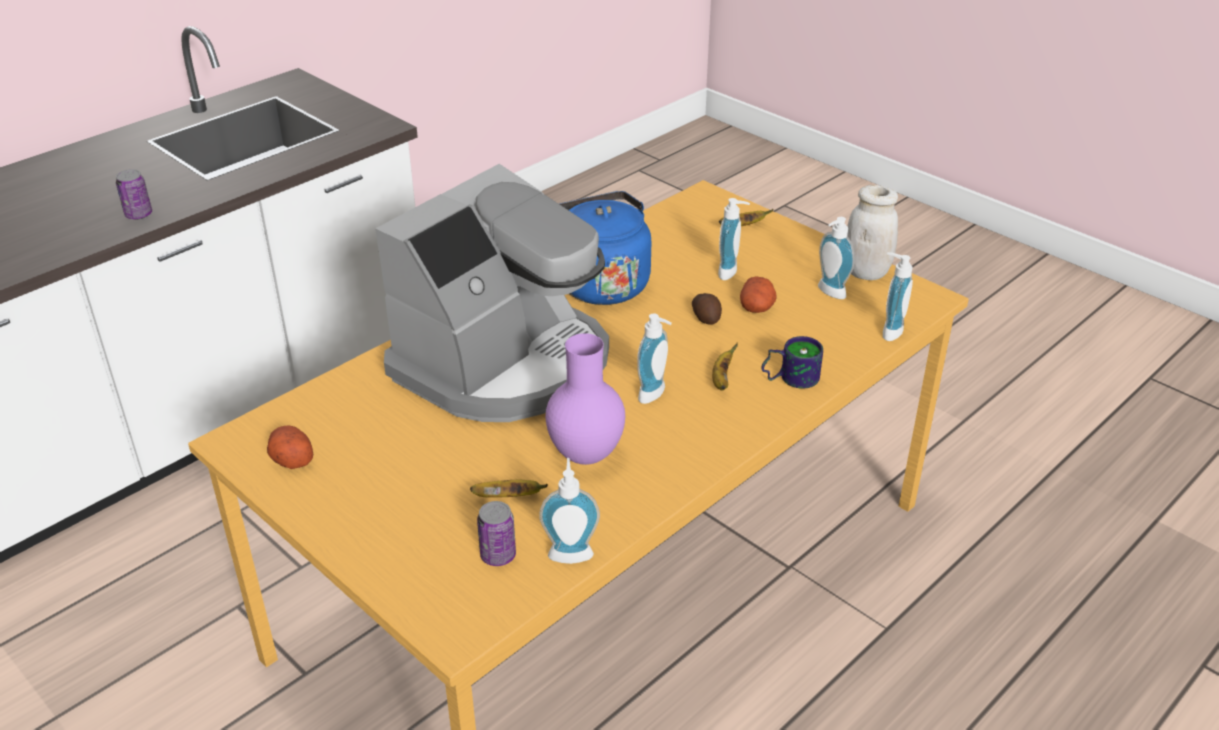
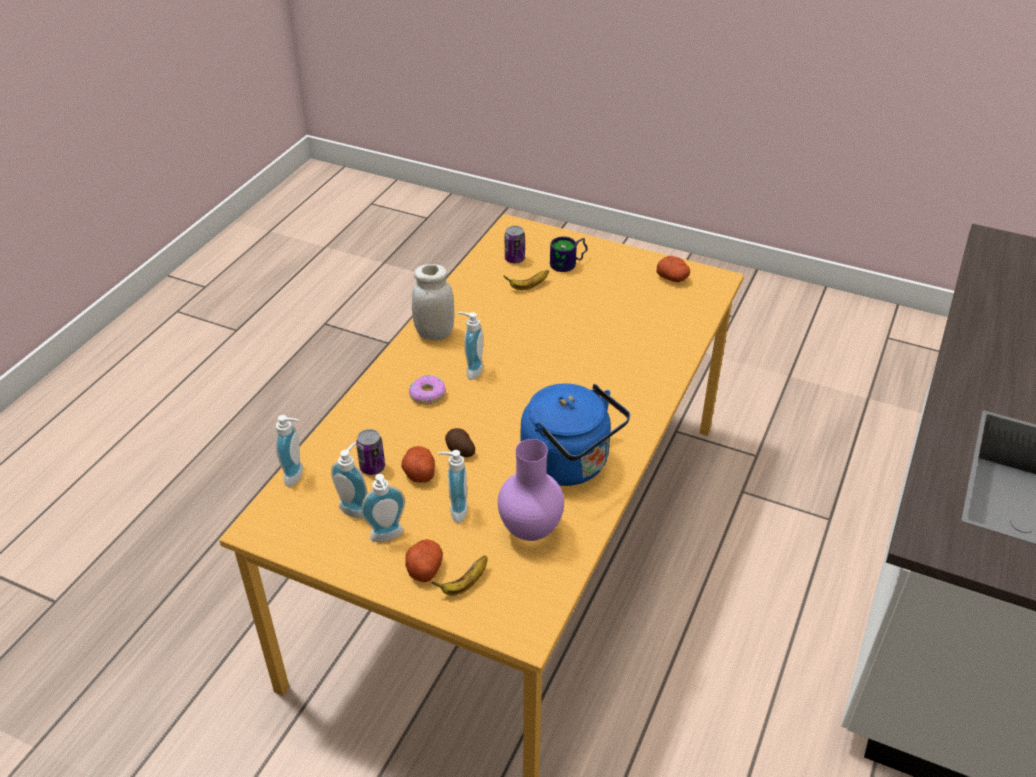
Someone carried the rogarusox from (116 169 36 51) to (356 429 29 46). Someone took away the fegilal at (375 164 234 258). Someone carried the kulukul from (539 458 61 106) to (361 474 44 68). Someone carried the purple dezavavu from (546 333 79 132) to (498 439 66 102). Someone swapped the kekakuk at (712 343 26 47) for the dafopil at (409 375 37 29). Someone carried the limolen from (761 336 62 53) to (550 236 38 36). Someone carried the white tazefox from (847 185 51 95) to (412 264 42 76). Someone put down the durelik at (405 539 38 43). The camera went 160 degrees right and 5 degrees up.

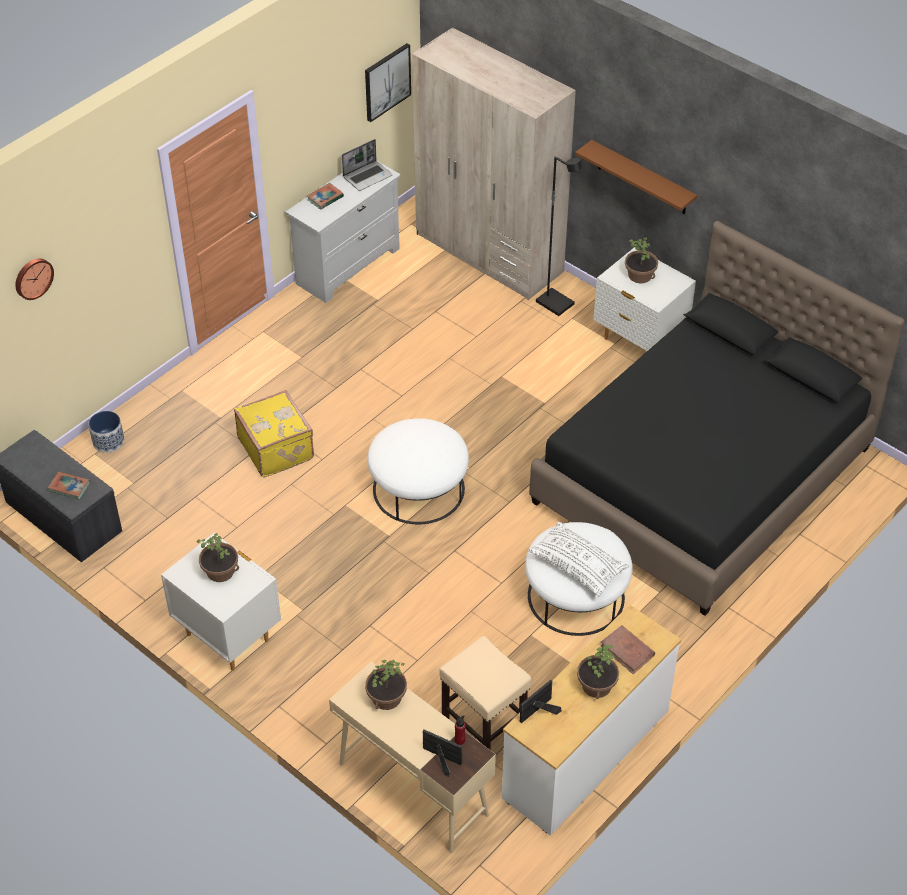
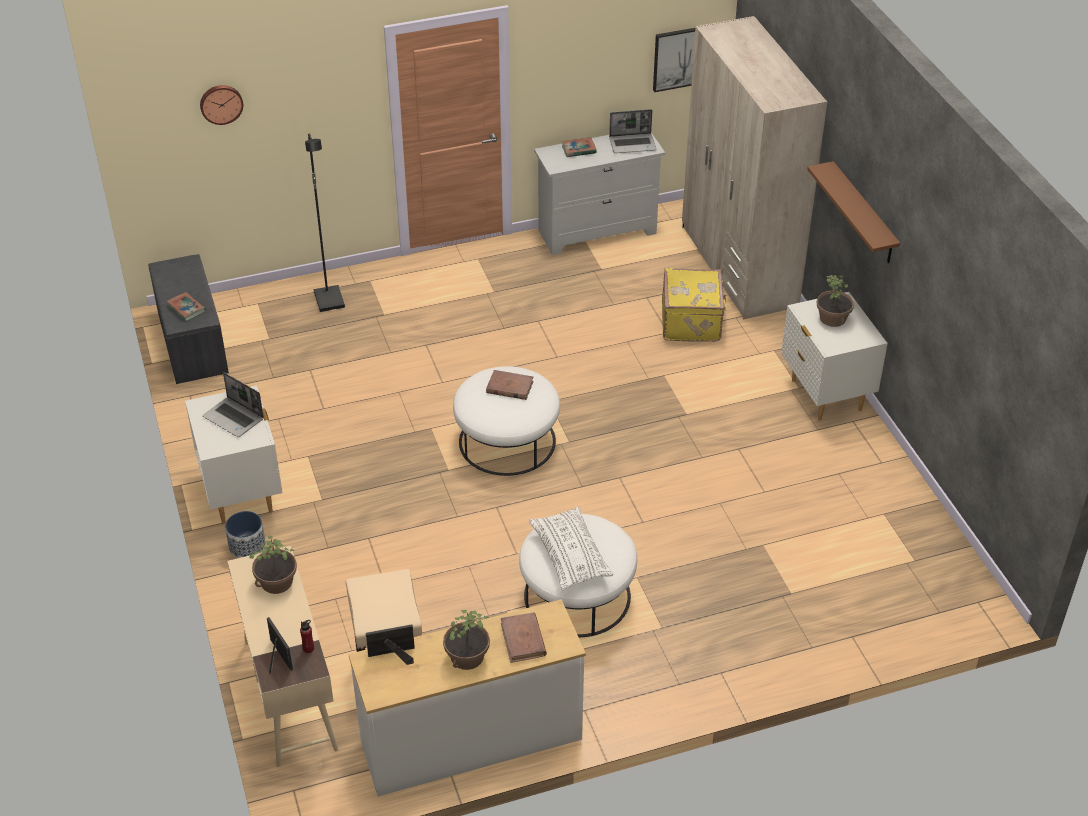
Someone carried the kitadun from (88 411 36 42) to (225 511 41 47). Someone swapped the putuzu at (197 533 42 49) for the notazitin at (203 372 61 65). Someone carried the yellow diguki from (234 390 80 88) to (662 268 64 74). Someone took away the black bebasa at (529 221 376 395). Someone carried the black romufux from (536 156 46 160) to (305 134 40 178). Someone put down the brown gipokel at (486 370 48 30). The camera went 30 degrees right and 5 degrees down.

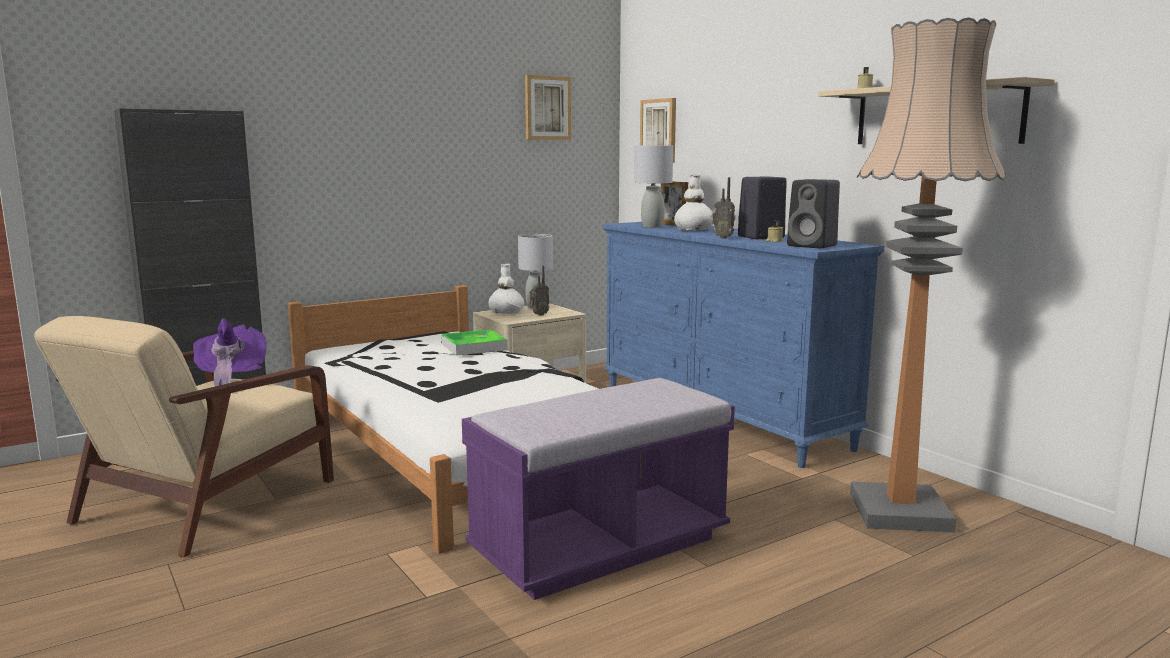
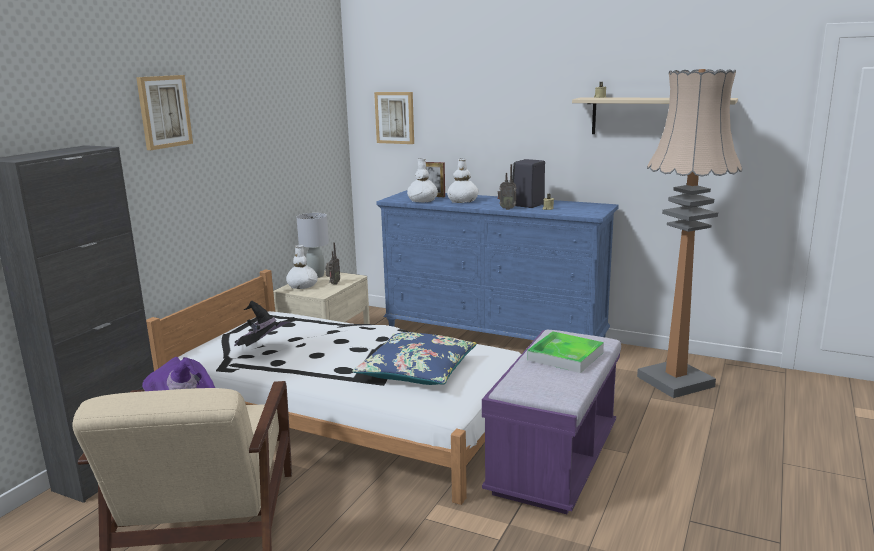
Someone carried the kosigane from (441 329 67 27) to (527 331 77 42). Someone carried the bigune from (525 75 46 65) to (136 75 57 75). Someone swapped the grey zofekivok at (634 146 39 82) for the white dezavavu at (407 158 31 45). Someone took away the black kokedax at (787 179 53 69). Someone put down the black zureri at (234 301 62 46). Someone put down the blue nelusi at (352 332 125 53). The camera went 30 degrees left and 5 degrees up.

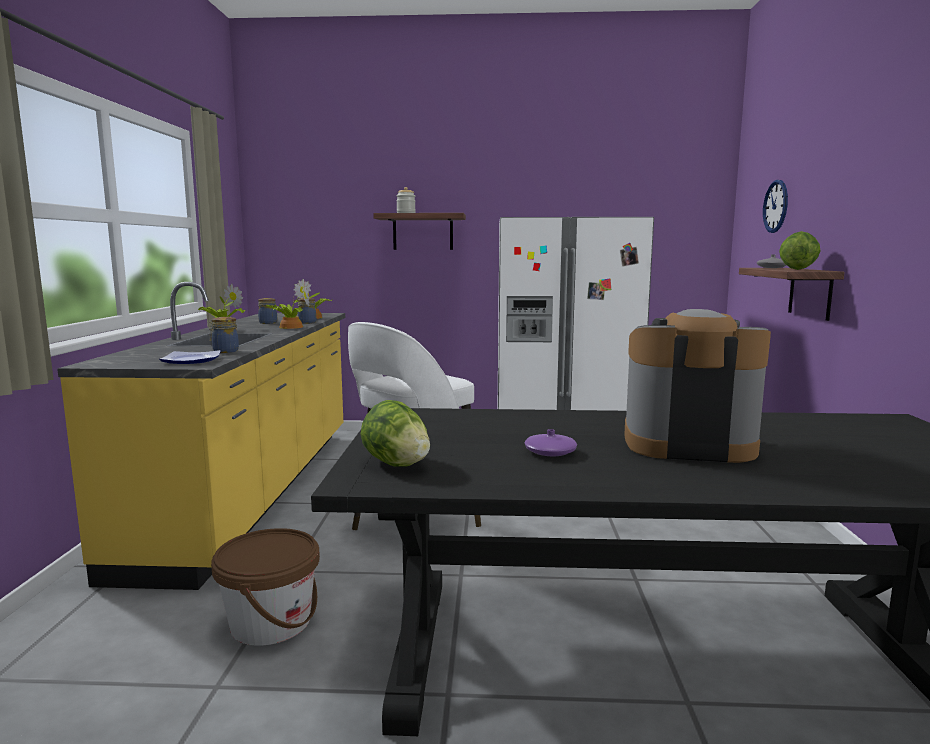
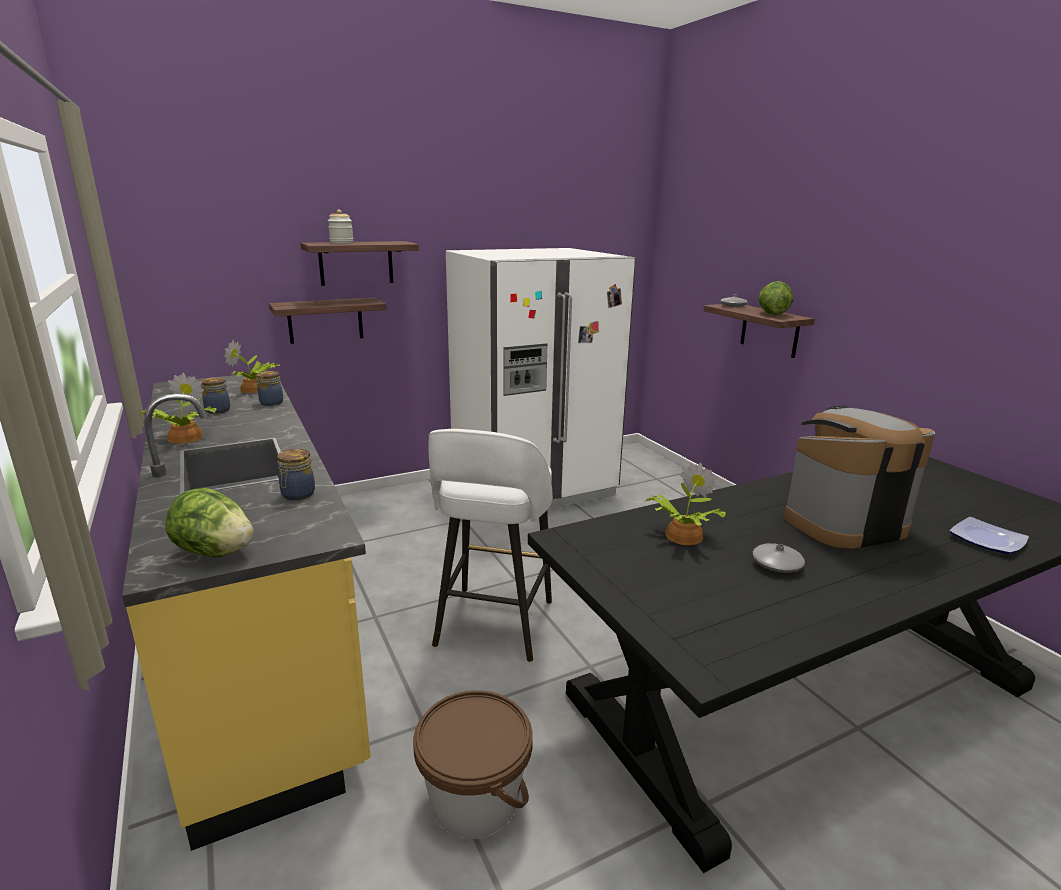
Someone carried the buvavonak from (159 350 62 14) to (950 517 79 37). Someone carried the putuzu from (266 283 44 46) to (646 463 80 82). Someone carried the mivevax from (360 400 70 67) to (165 488 89 69). Someone repainted the purple dezavavu at (524 429 53 27), which became the grey dezavavu at (753 543 52 30). Someone took away the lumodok at (763 180 25 53). Someone put up the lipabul at (269 297 118 47). The camera went 30 degrees left and 10 degrees up.

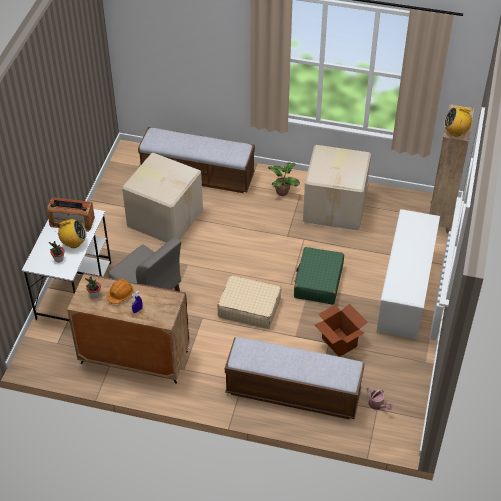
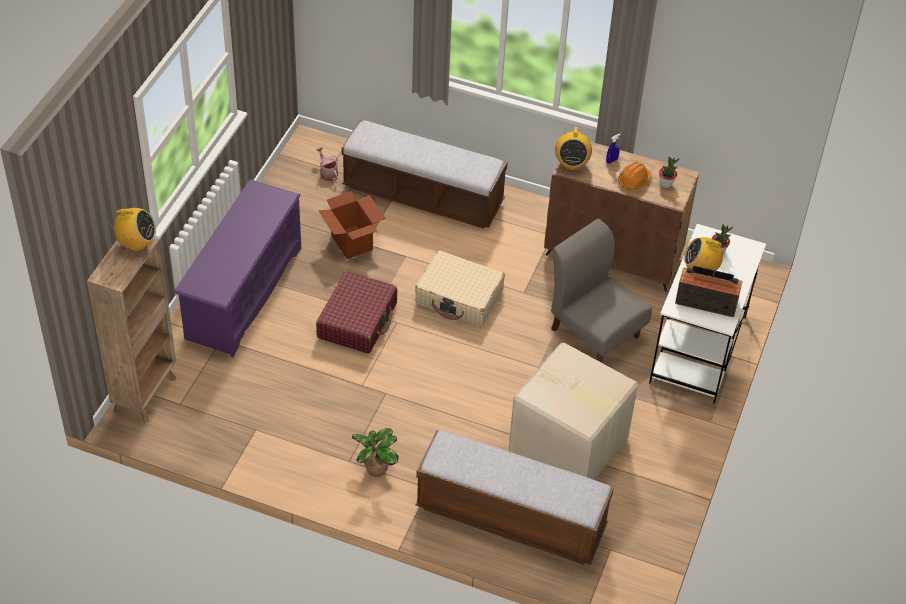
Someone repainted the green diguki at (294 247 50 57), which became the red diguki at (316 271 81 83). Someone took away the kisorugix at (303 145 68 85). Someone repainted the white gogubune at (376 209 64 130), which became the purple gogubune at (174 179 127 179). Someone put down the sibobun at (555 125 37 46). The camera went 175 degrees left and 0 degrees up.

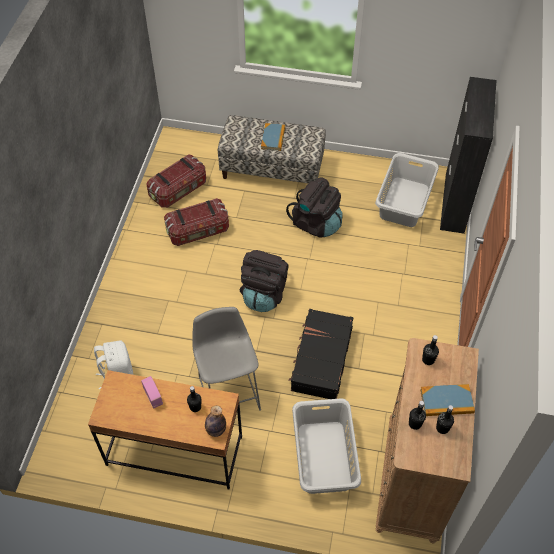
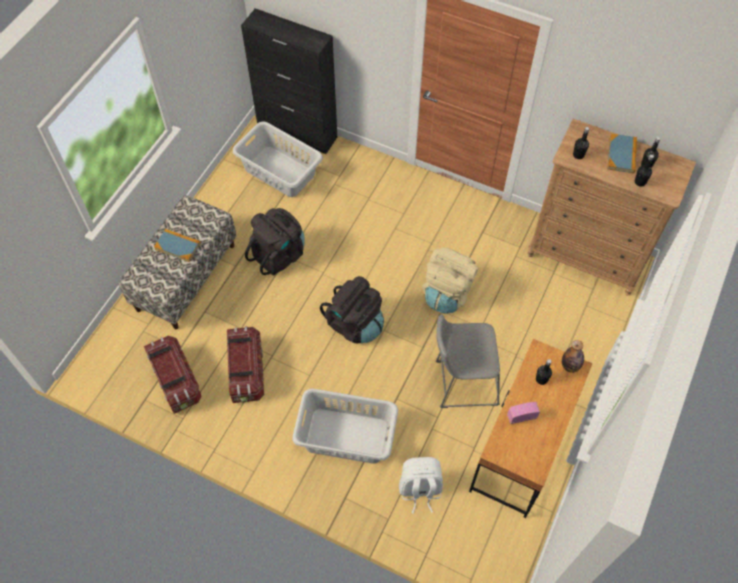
Someone swapped the black diguki at (289 309 64 90) for the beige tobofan at (422 248 56 66). Someone carried the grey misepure from (292 398 69 96) to (292 388 106 76). The camera went 75 degrees left and 5 degrees up.

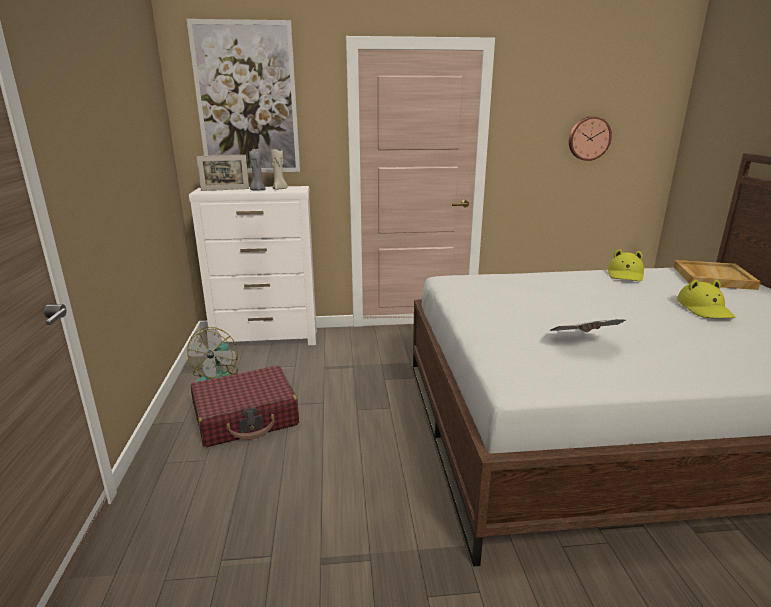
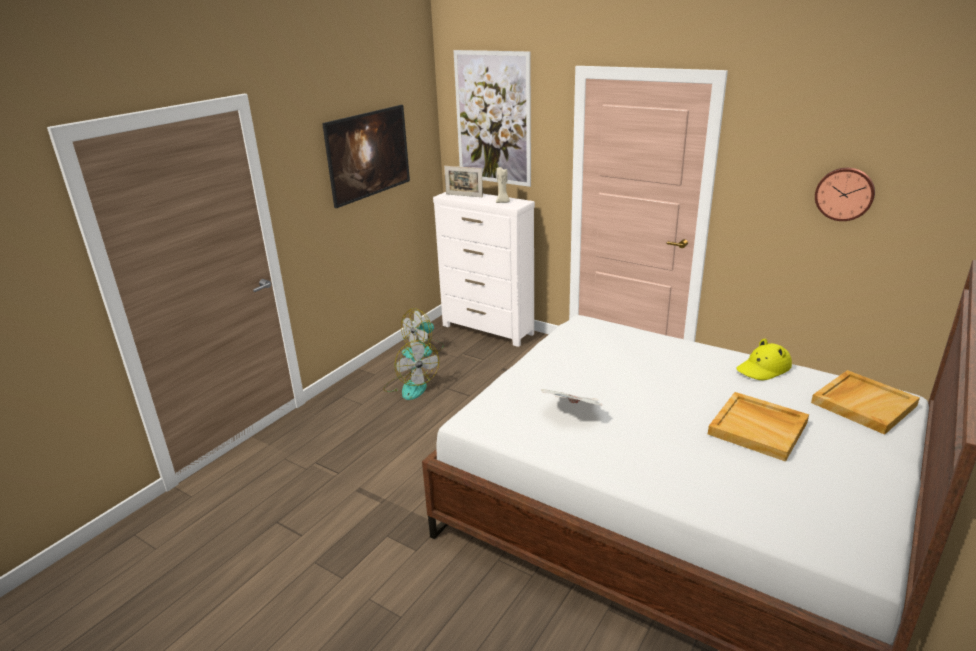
Someone swapped the red diguki at (191 366 108 81) for the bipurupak at (383 340 56 60). Someone took away the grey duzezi at (249 149 17 42). Someone swapped the yellow zureri at (677 279 58 39) for the beige kosigane at (708 392 101 70). Someone put up the bigune at (322 105 88 103). The camera went 40 degrees right and 5 degrees up.

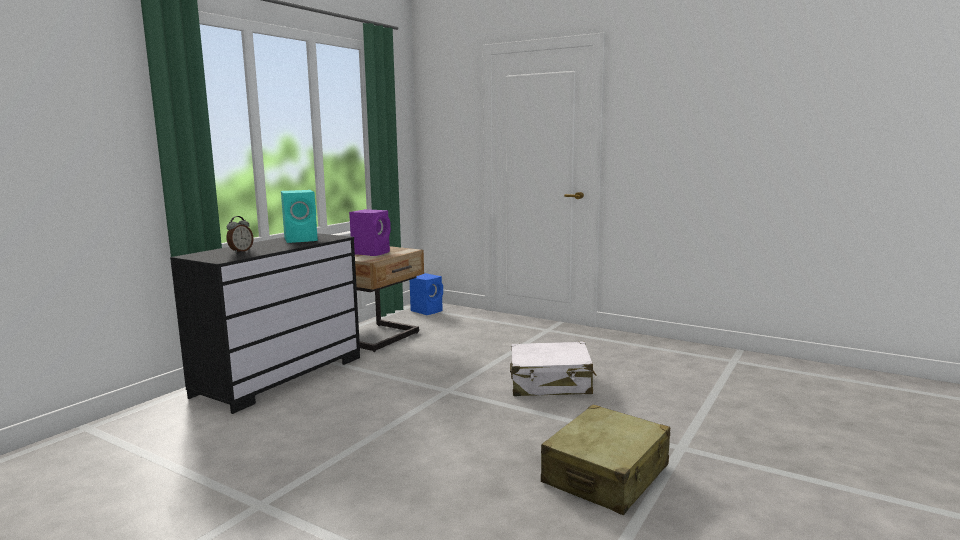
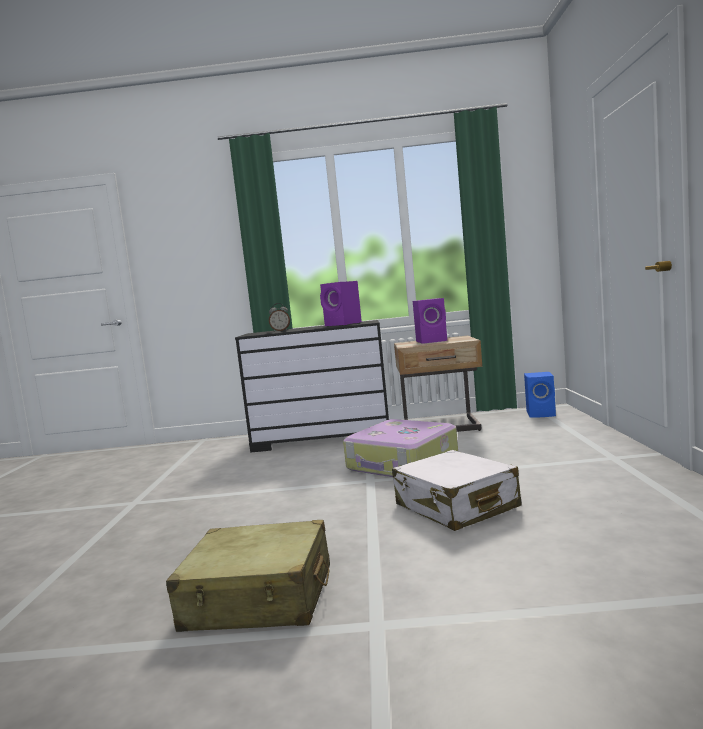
Someone repainted the turquoise kokedax at (281 190 37 53), which became the purple kokedax at (320 281 42 45). Someone put down the diguki at (343 419 115 58). The camera went 60 degrees right and 5 degrees down.

